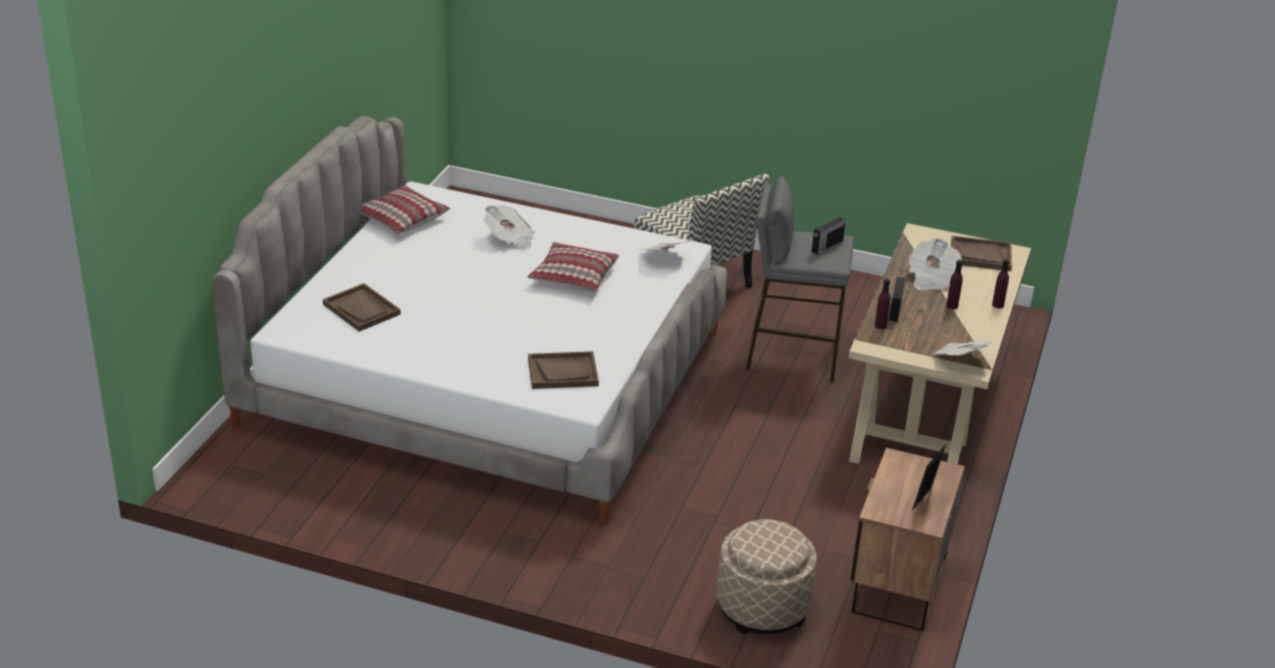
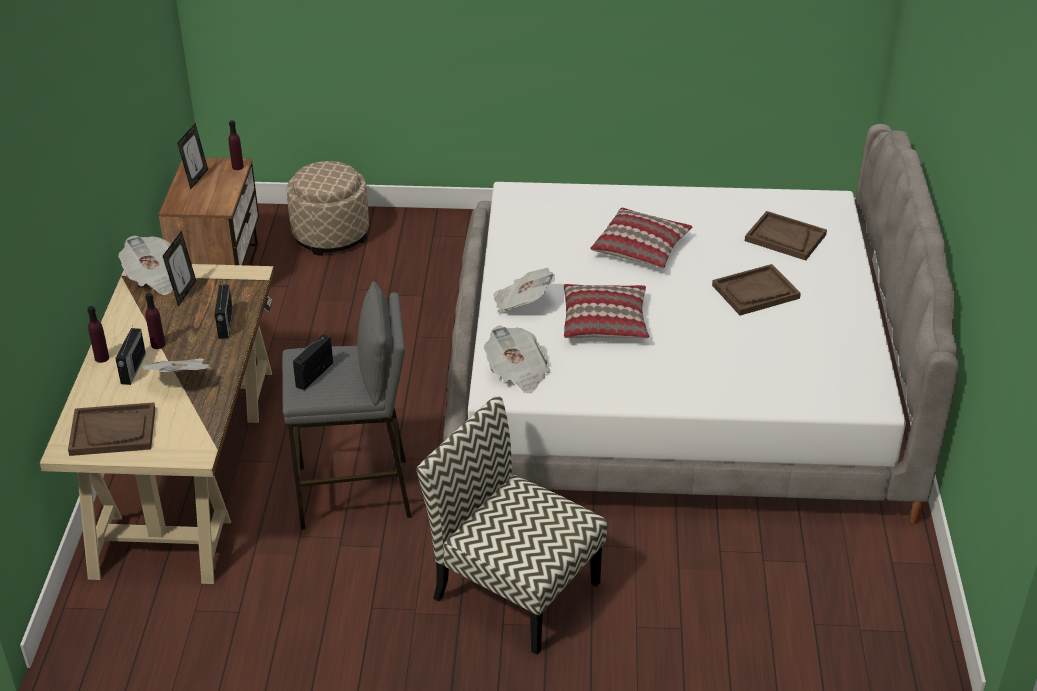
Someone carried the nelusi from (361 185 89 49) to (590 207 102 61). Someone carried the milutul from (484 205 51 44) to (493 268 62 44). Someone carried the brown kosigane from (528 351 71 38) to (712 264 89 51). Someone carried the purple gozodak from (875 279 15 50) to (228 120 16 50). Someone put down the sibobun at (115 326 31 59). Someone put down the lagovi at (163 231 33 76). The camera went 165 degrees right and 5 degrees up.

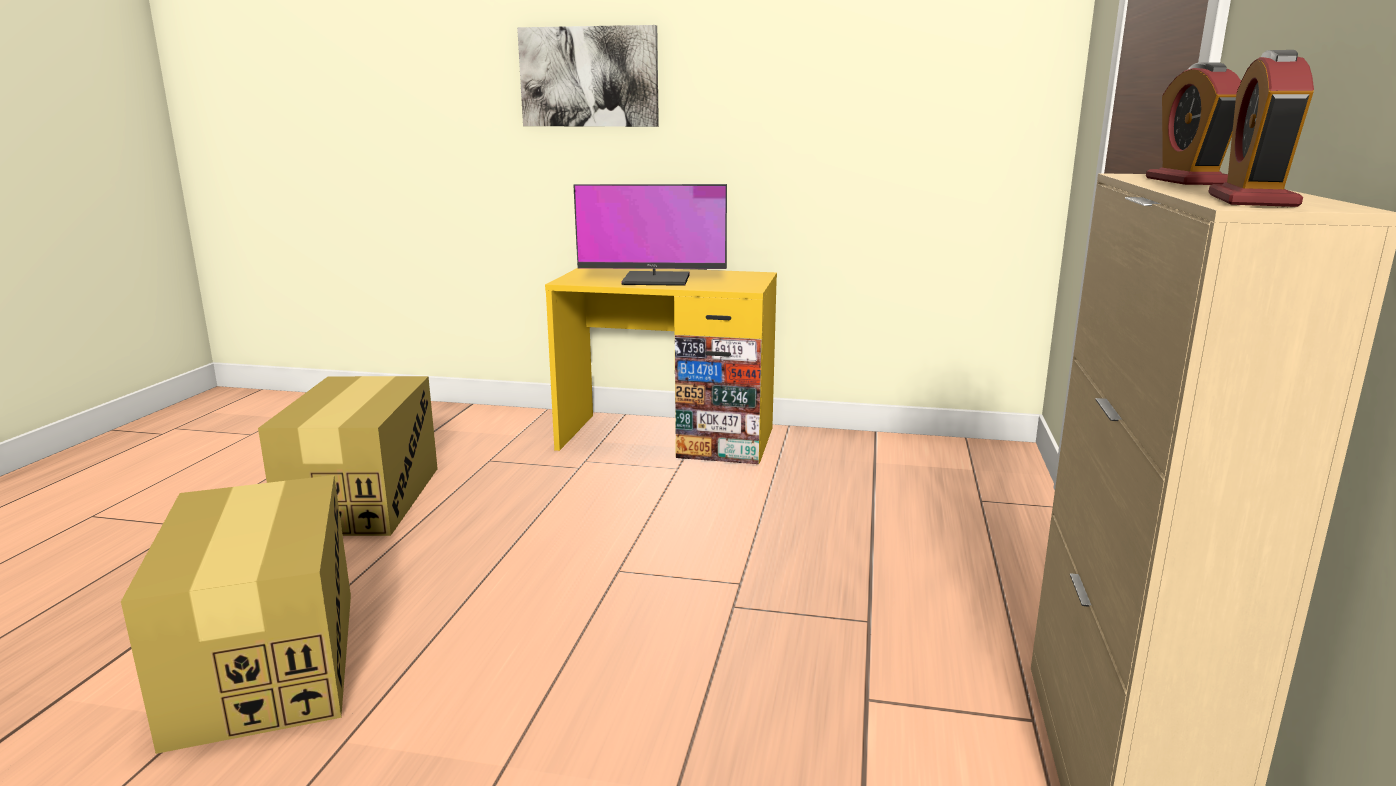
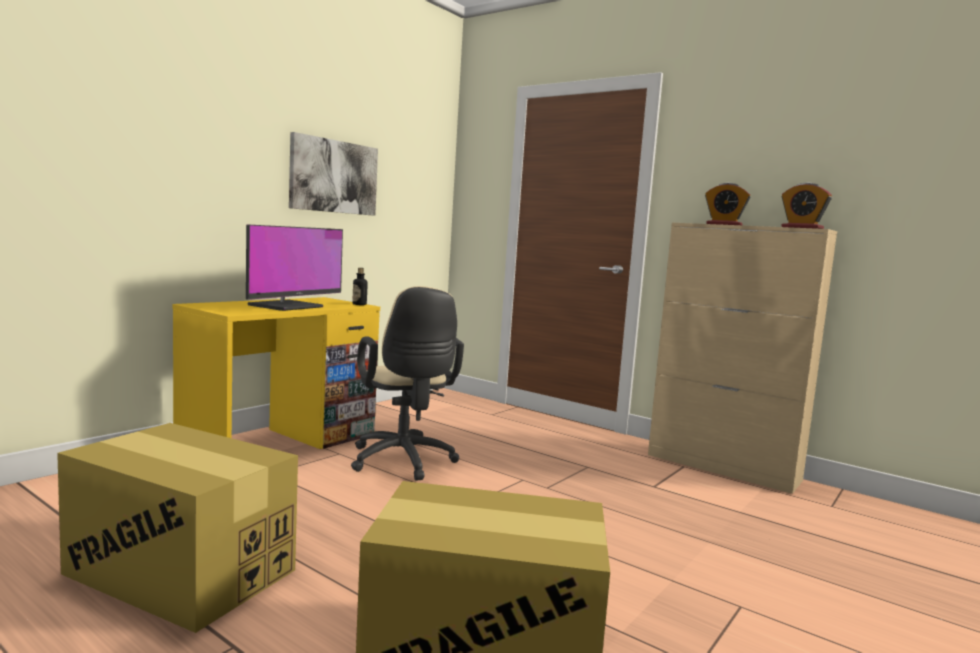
Someone carried the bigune from (517 25 142 102) to (289 132 89 84). Someone put down the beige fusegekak at (351 286 113 194). Someone put down the gozodak at (352 268 16 37). The camera went 65 degrees left and 10 degrees down.

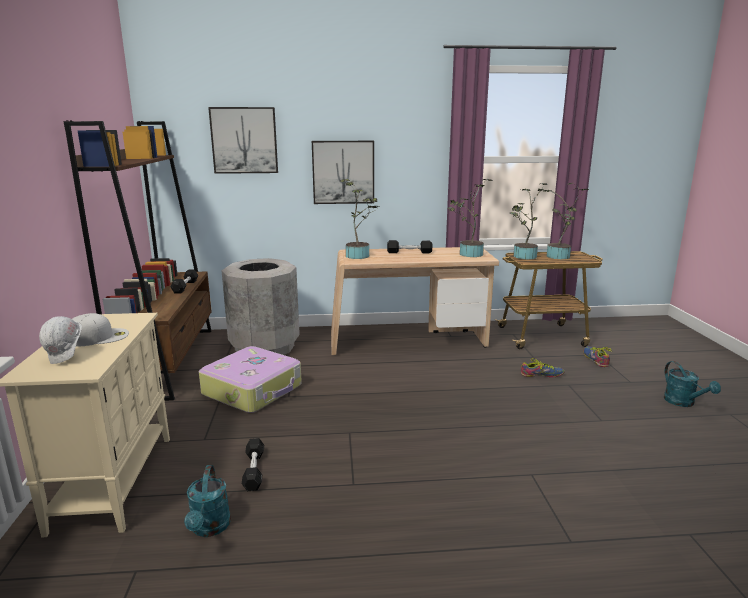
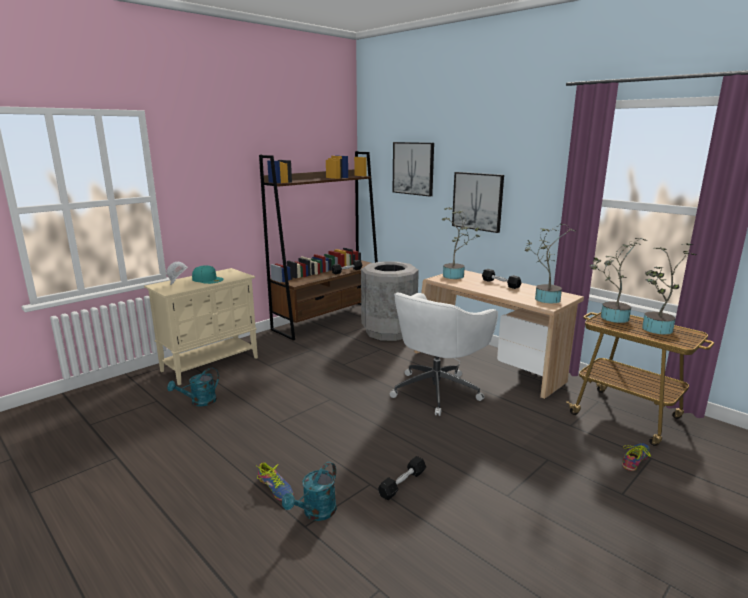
Someone repainted the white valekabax at (72 313 57 34), which became the turquoise valekabax at (192 265 32 19). Someone took away the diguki at (199 346 103 67). Someone carried the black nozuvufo from (242 438 22 53) to (378 456 48 44). Someone carried the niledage from (521 358 43 19) to (257 462 37 39). Someone carried the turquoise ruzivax from (664 361 57 46) to (282 462 55 59). Someone put down the white fusegekak at (390 293 108 123). The camera went 50 degrees right and 0 degrees up.

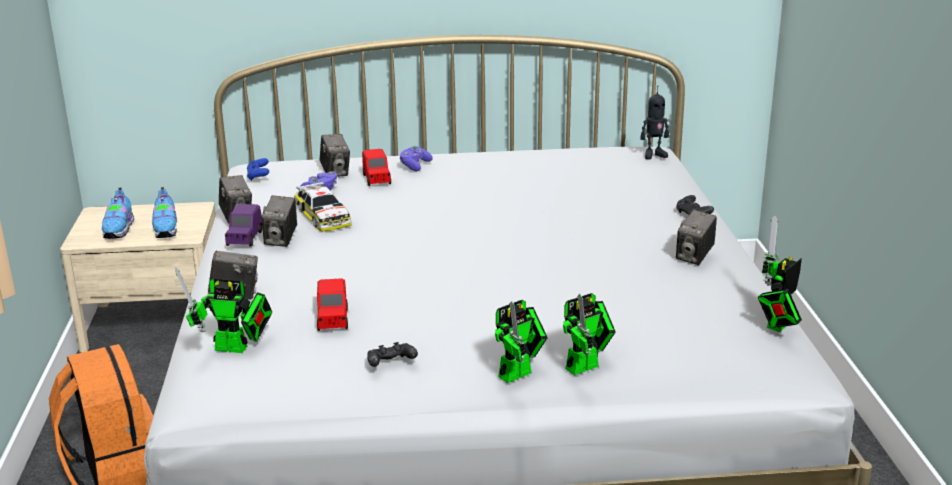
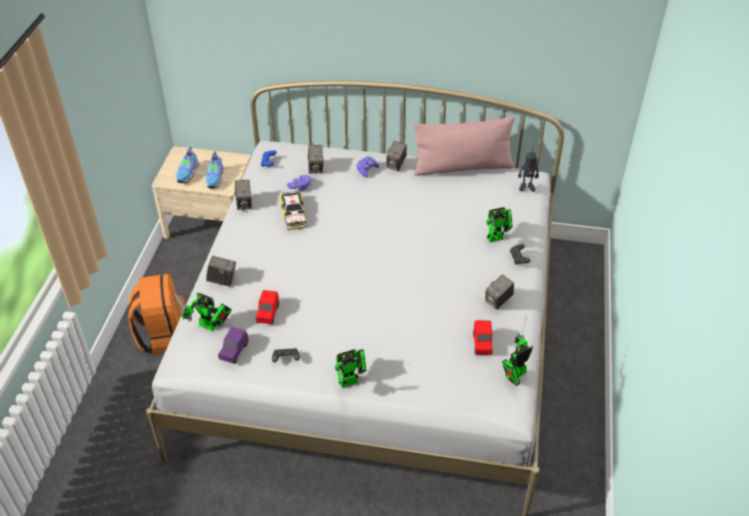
Someone carried the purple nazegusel from (225 204 37 43) to (218 327 31 37). Someone carried the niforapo from (262 195 35 52) to (386 141 21 30). Someone carried the red nazegusel from (362 149 29 37) to (473 320 20 35). Someone carried the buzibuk from (563 293 53 82) to (486 207 27 35). Someone put down the pink nelusi at (413 116 102 60). The camera went 15 degrees right and 20 degrees up.

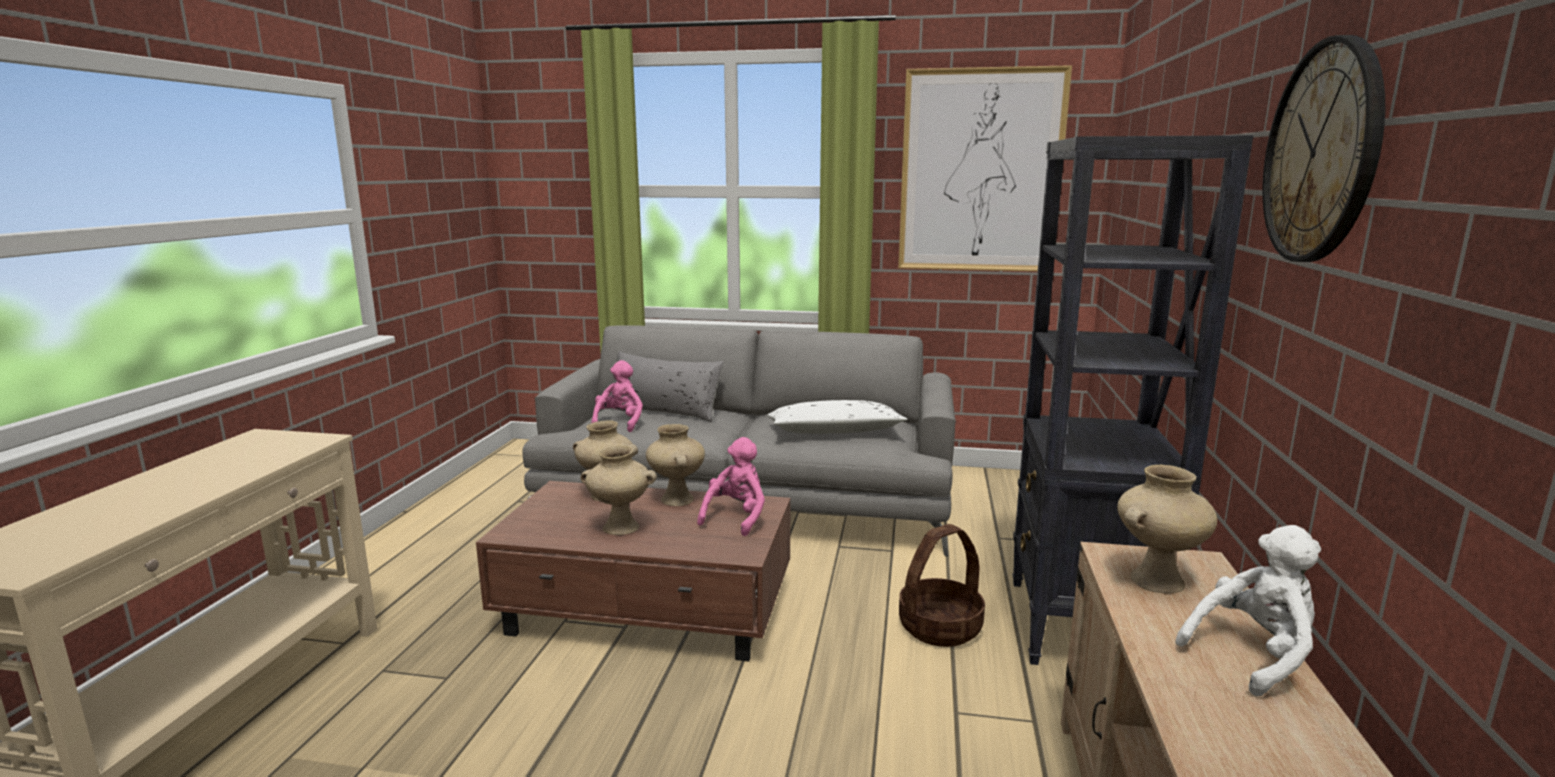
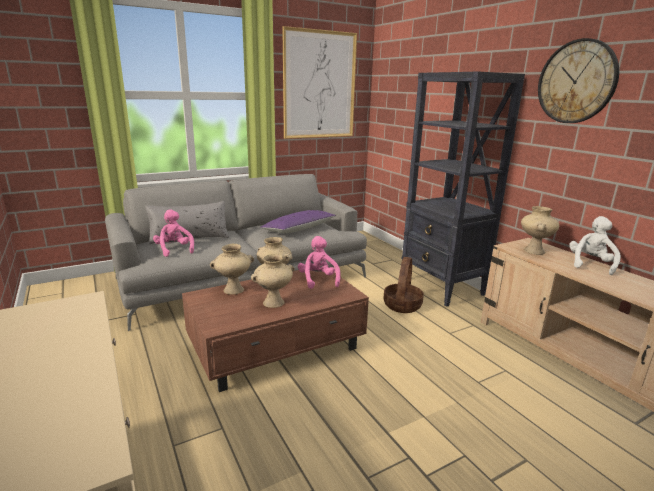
Someone repainted the white nelusi at (767 400 141 34), which became the purple nelusi at (260 210 76 23). The camera went 40 degrees left and 5 degrees up.

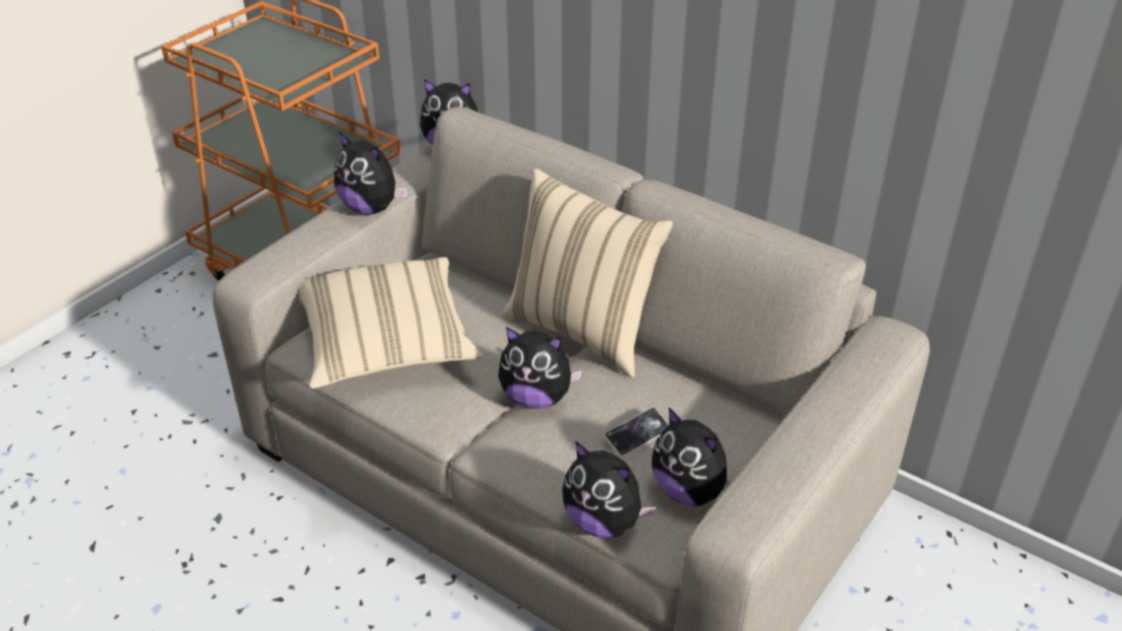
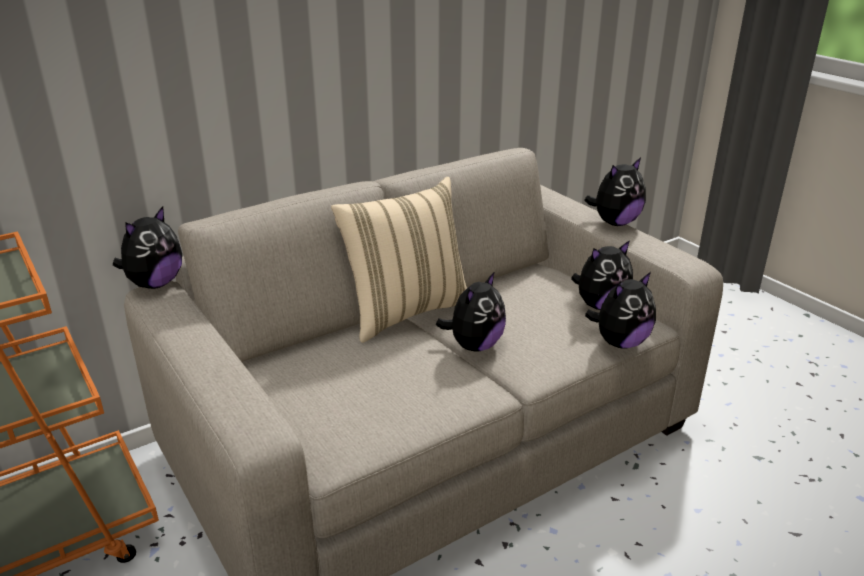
Someone took away the beige nelusi at (299 257 184 132). Someone carried the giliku from (334 132 73 83) to (584 157 62 69). Someone took away the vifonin at (604 408 65 49). The camera went 70 degrees left and 10 degrees down.

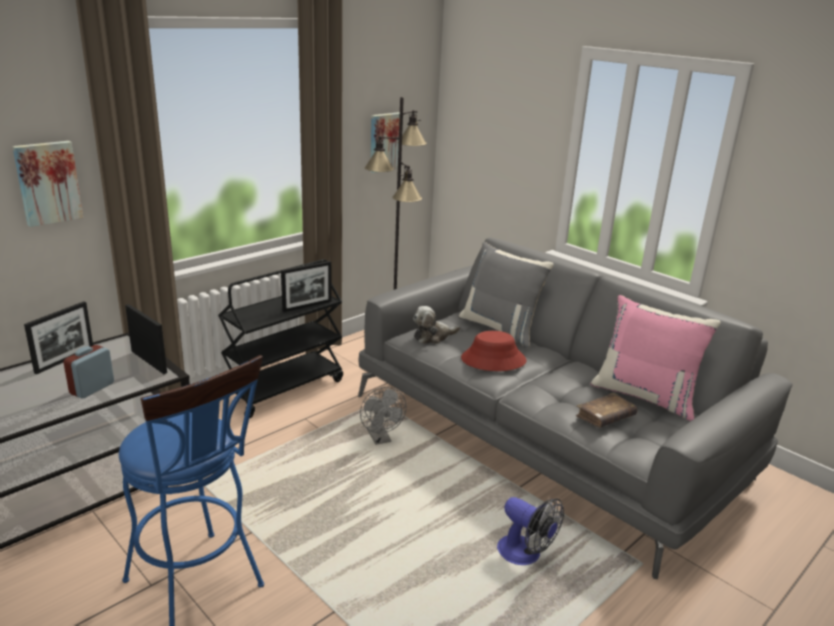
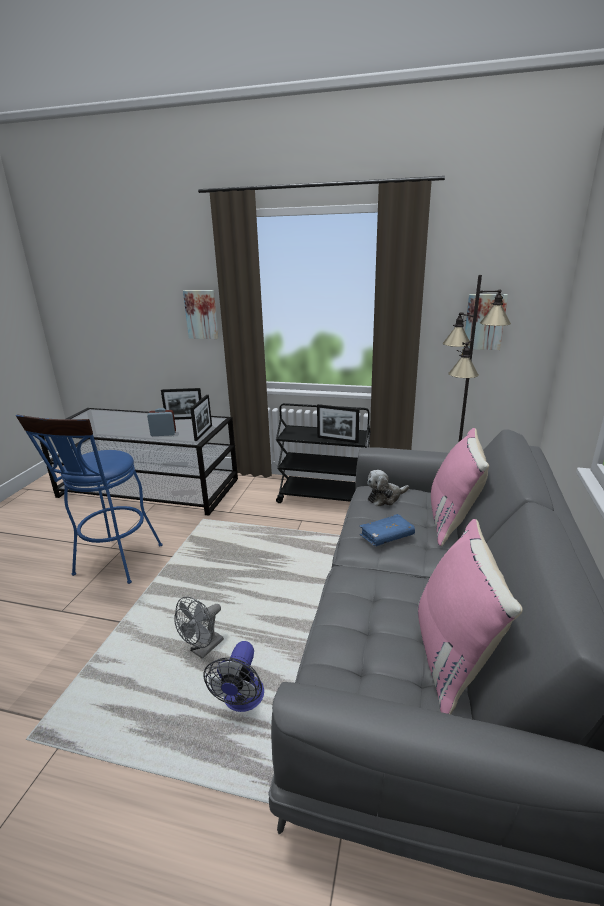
Someone carried the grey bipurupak from (360 387 46 58) to (174 597 50 62). Someone rotated the giliku at (413 306 47 38) by 60 degrees counterclockwise. Someone repainted the grey nelusi at (459 242 95 106), which became the pink nelusi at (431 428 58 118). Someone swapped the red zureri at (461 331 66 40) for the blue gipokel at (359 514 56 32). Someone took away the brown gipokel at (576 393 61 35). The camera went 60 degrees right and 0 degrees up.

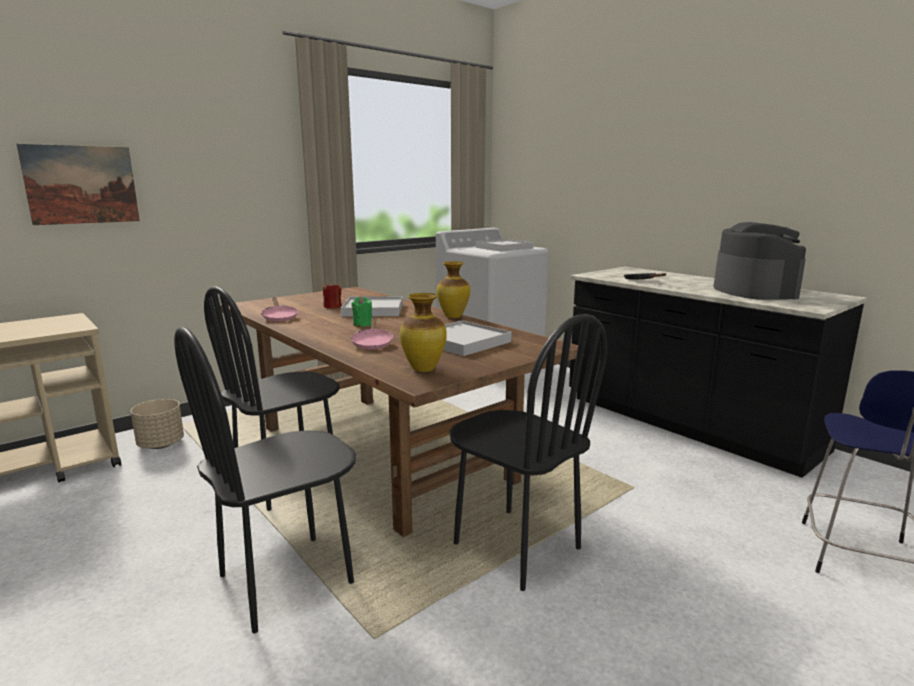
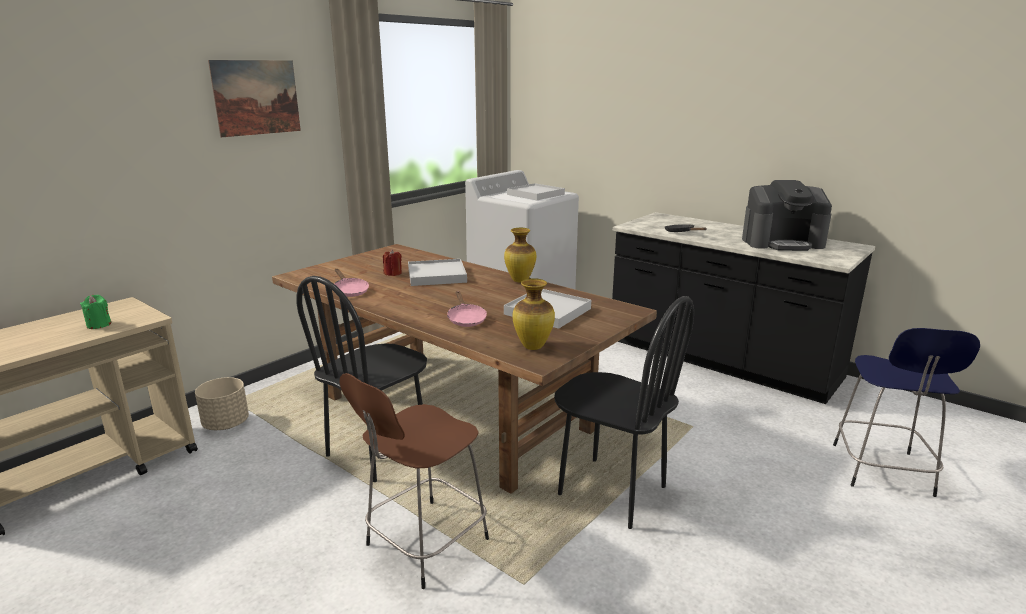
Someone carried the bigune from (17 144 123 81) to (208 60 93 77). Someone swapped the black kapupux at (174 327 182 306) for the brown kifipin at (339 373 150 216). Someone carried the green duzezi from (351 296 21 31) to (80 295 31 34). Someone rotated the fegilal at (713 222 93 78) by 105 degrees clockwise. The camera went 10 degrees left and 5 degrees up.

